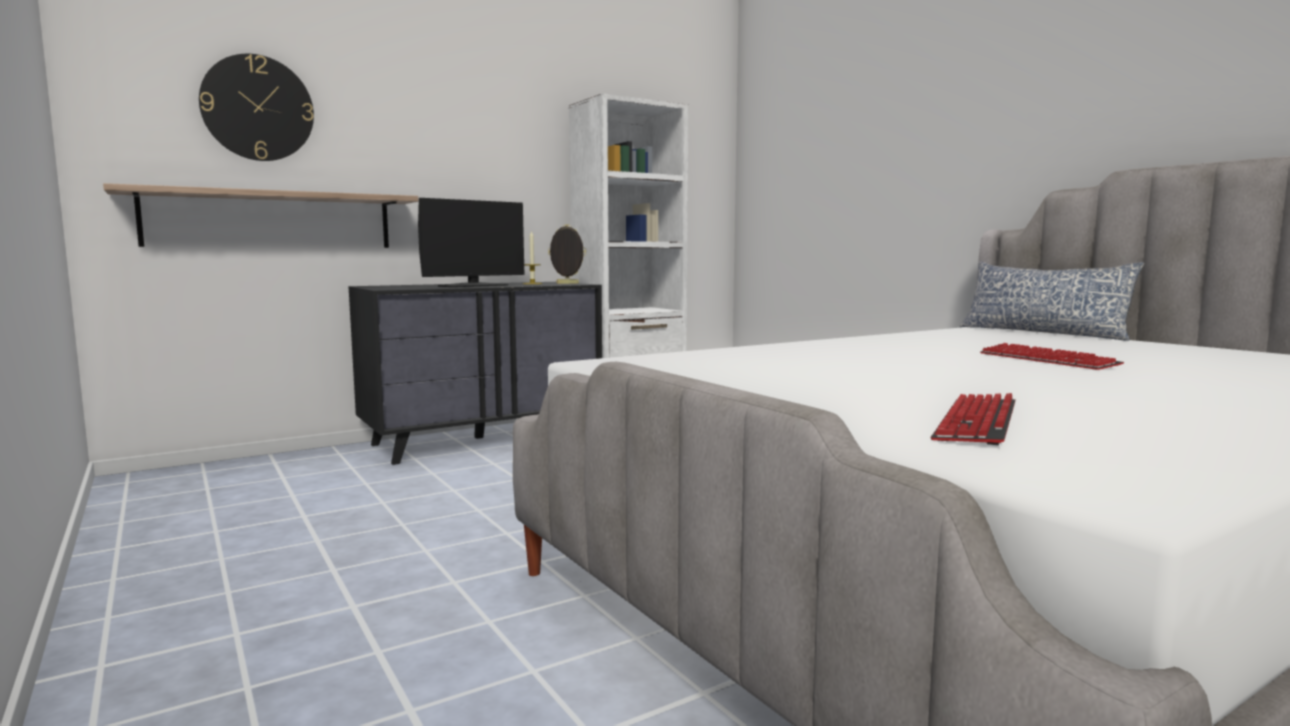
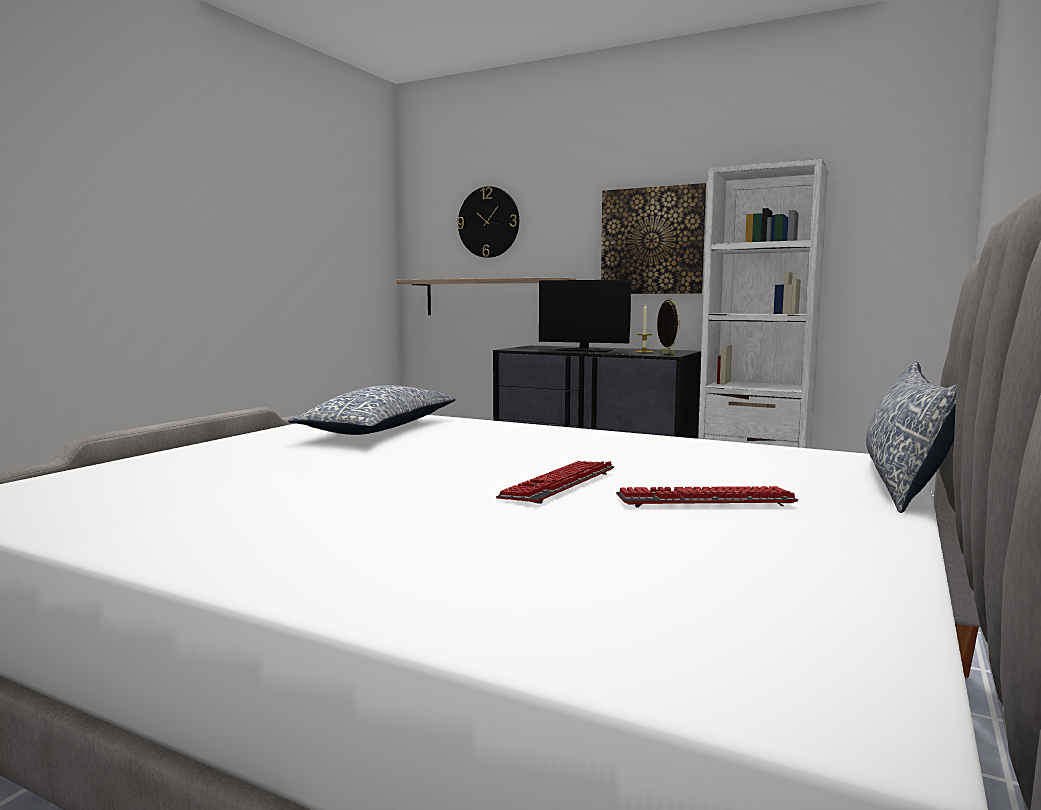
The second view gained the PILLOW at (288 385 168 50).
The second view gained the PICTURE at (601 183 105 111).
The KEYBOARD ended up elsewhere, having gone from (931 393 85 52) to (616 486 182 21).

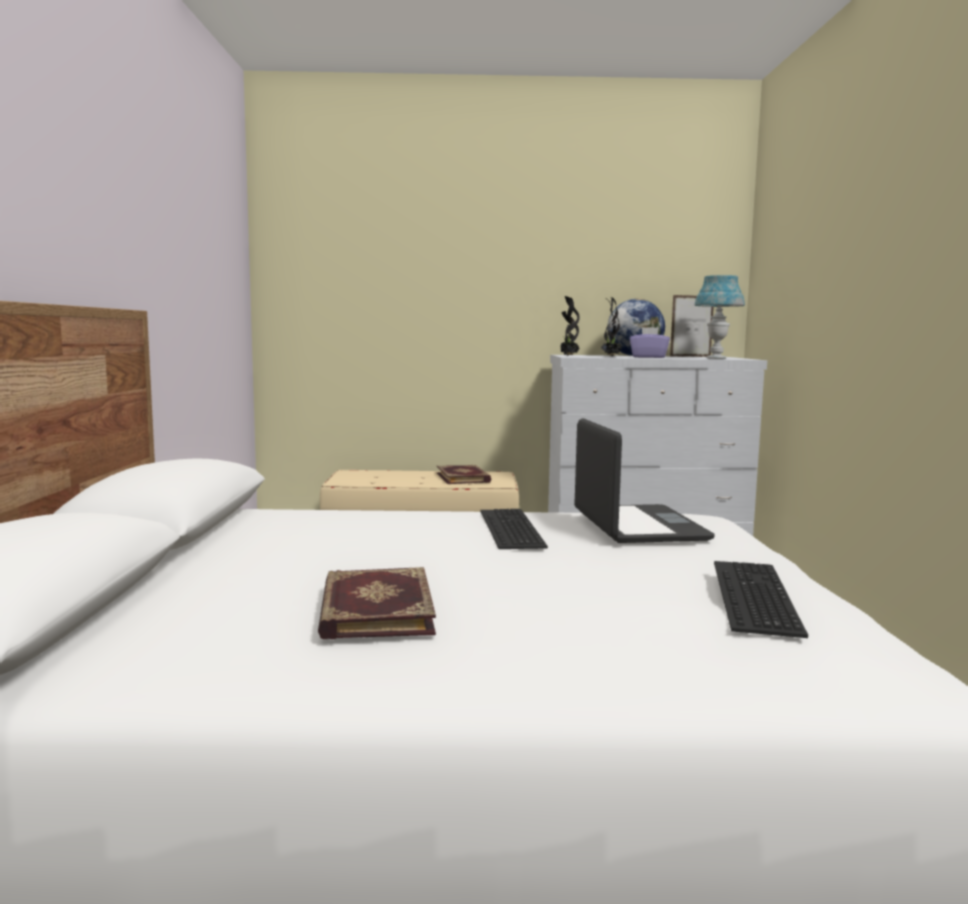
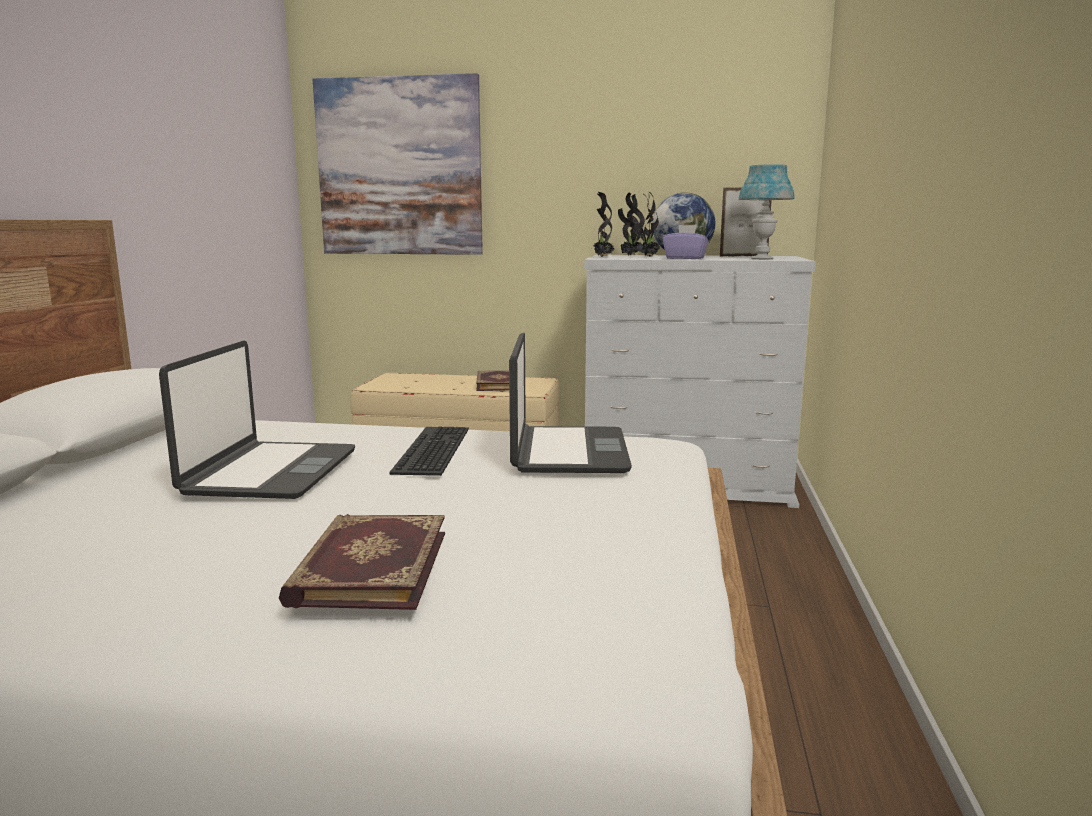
The second view lost the KEYBOARD at (714 561 94 77).
The second view gained the LAPTOP at (159 340 196 159).
The second view gained the PICTURE at (313 73 170 182).
The second view gained the POTTED PLANT at (618 193 27 62).
The BOOK ended up elsewhere, having gone from (318 567 118 73) to (279 514 166 96).

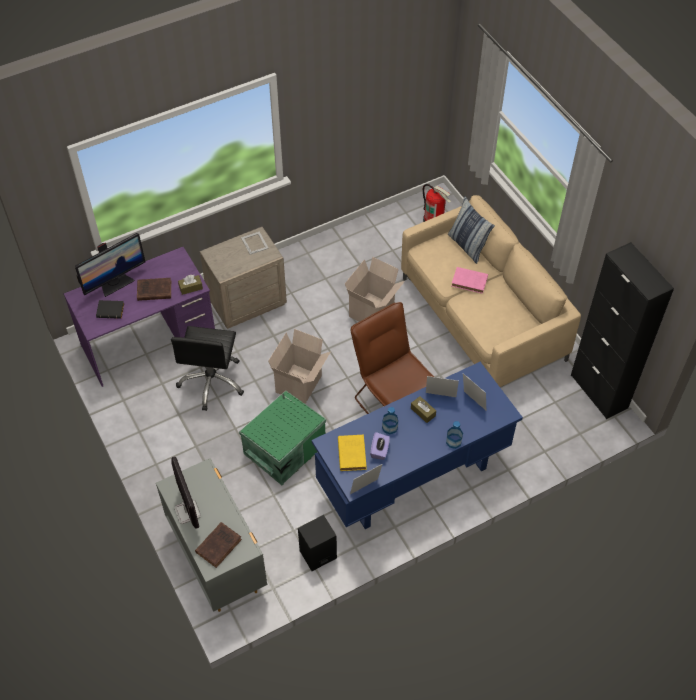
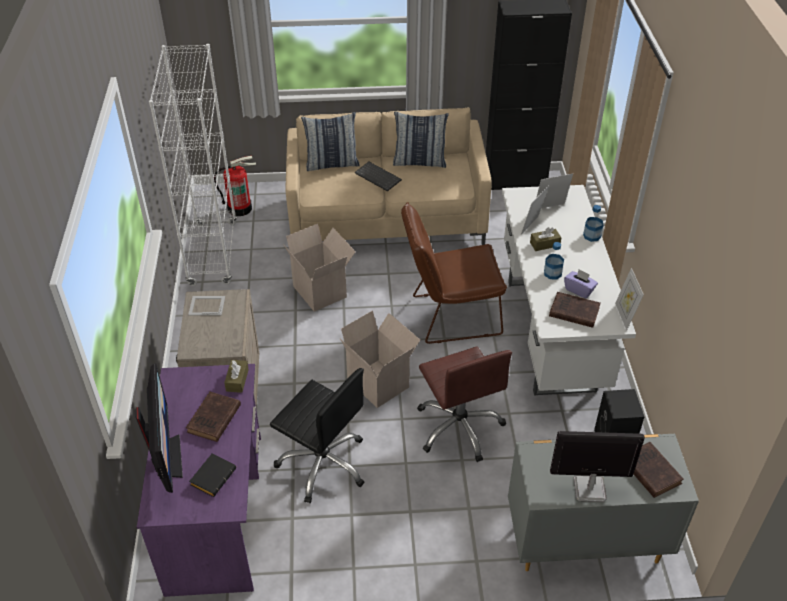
The second view gained the WHITE BOOKCASE at (149 44 88 242).
The second view gained the PILLOW at (393 111 56 57).
Where the GREEN STORAGE BOX stood at (239 390 87 95), the BROWN OFFICE CHAIR came to stand at (417 346 95 116).
Where the PINK BOOK stood at (452 267 36 27), the KEYBOARD came to stand at (355 162 47 29).
What was the BLUE DESK at (312 362 211 167) turned into the WHITE DESK at (502 185 134 211).
What was the YELLOW BOOK at (338 435 29 36) turned into the BROWN BOOK at (549 292 52 36).

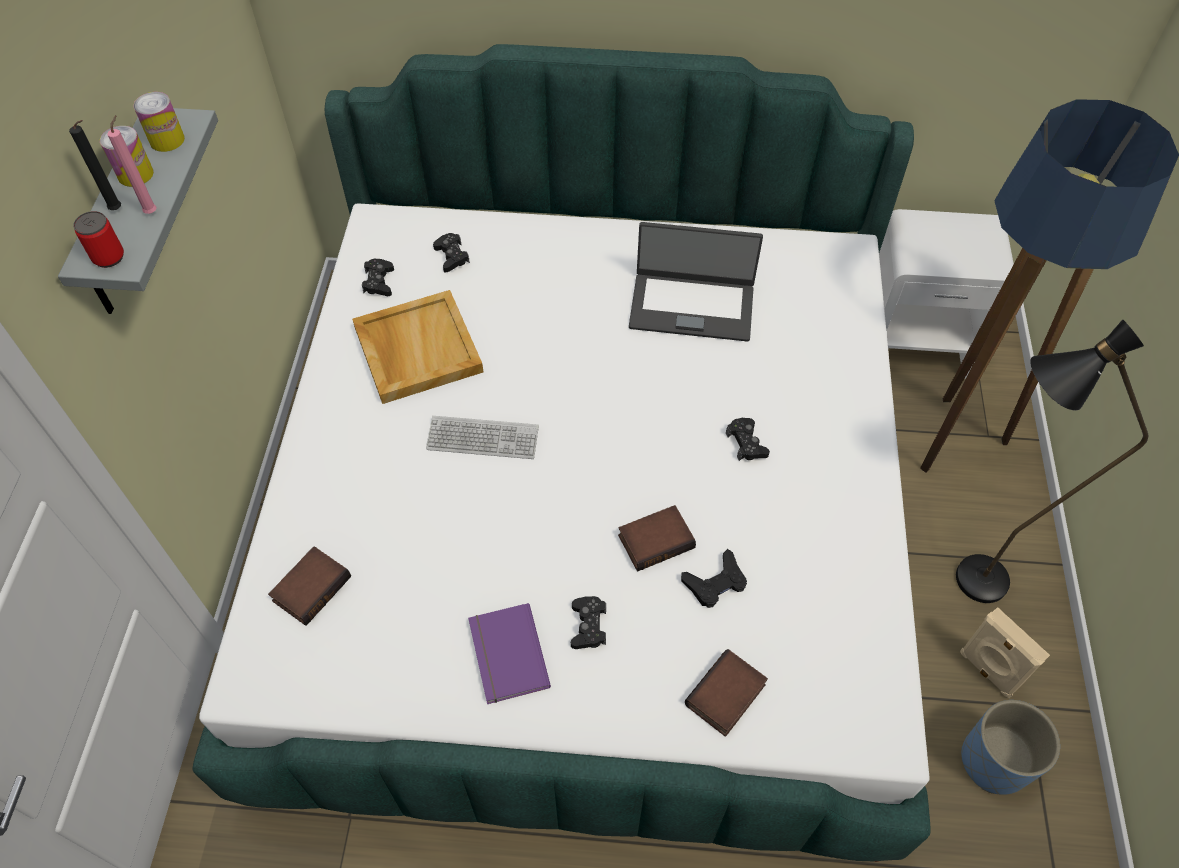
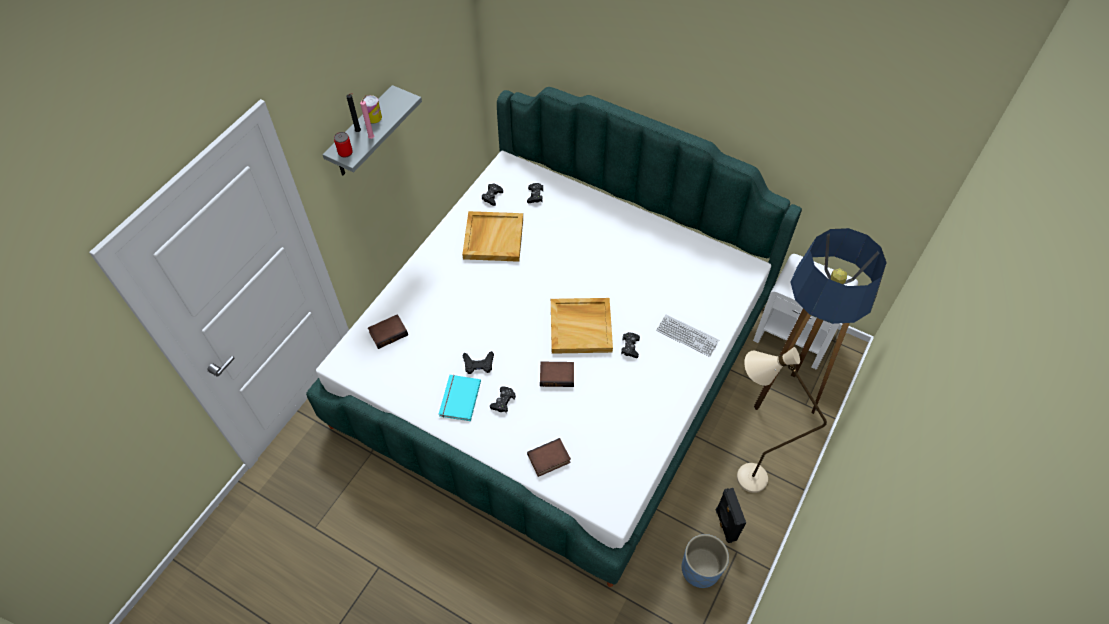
The second view lost the CAN at (134 92 51 60).
The second view lost the LAPTOP at (629 222 134 119).
The second view gained the BEIGE TRAY at (551 298 62 56).
The KEYBOARD ended up elsewhere, having gone from (426 416 113 43) to (656 315 63 42).
The BLACK GAME CONTROLLER ended up elsewhere, having gone from (681 549 66 59) to (463 351 31 23).
What was the PURPLE BOOK at (468 603 83 101) turned into the TURQUOISE BOOK at (439 375 42 46).
What was the BLACK FLOOR LAMP at (956 319 192 284) turned into the BEIGE FLOOR LAMP at (737 347 90 146).
What was the BEIGE SPEAKER at (960 607 90 91) turned into the BLACK SPEAKER at (716 488 30 55).

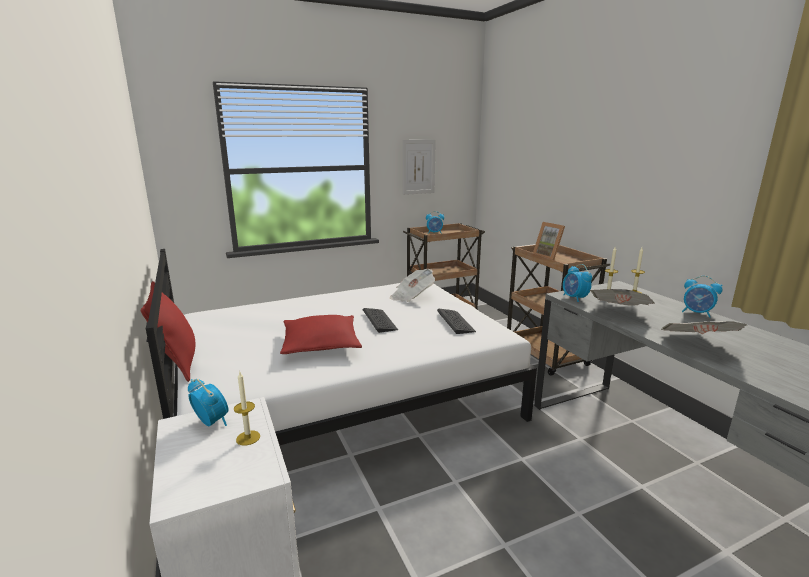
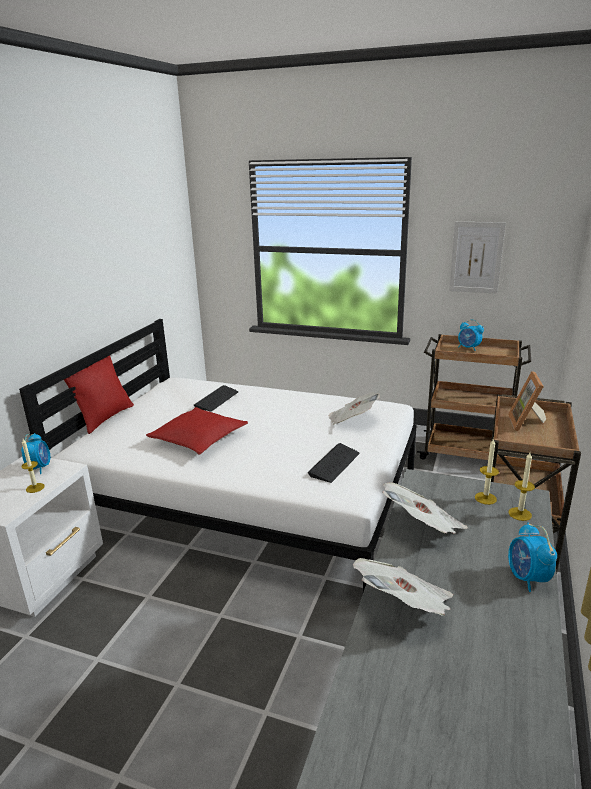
The second view lost the ALARM CLOCK at (563 264 29 38).
The KEYBOARD ended up elsewhere, having gone from (363 308 35 25) to (194 385 44 26).

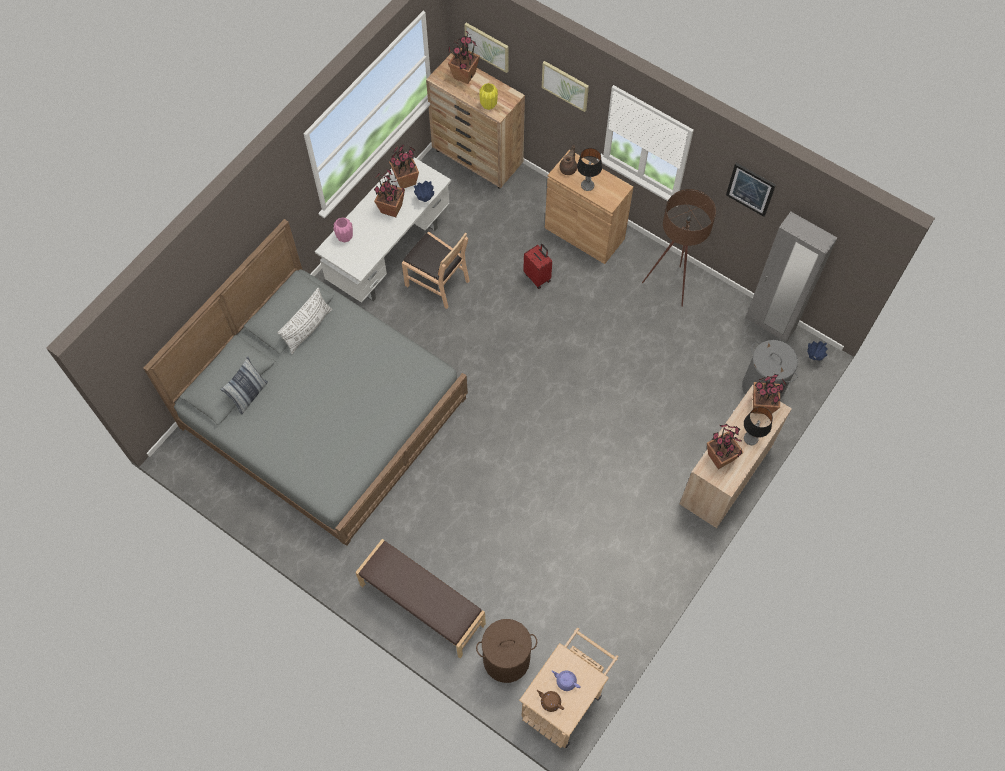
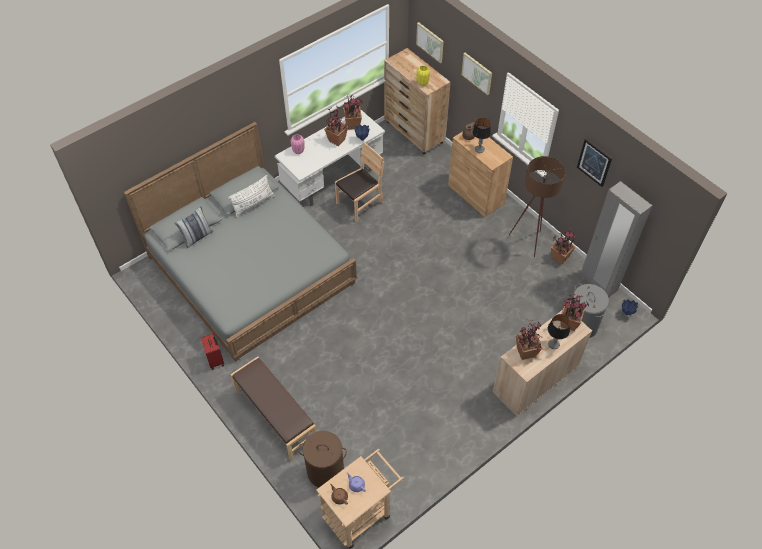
The POTTED PLANT ended up elsewhere, having gone from (448 31 32 53) to (551 228 25 37).
The RED SUITCASE ended up elsewhere, having gone from (523 244 29 45) to (201 333 23 37).
The BROWN CHAIR at (402 231 68 78) ended up facing another way, 90 degrees counterclockwise from before.

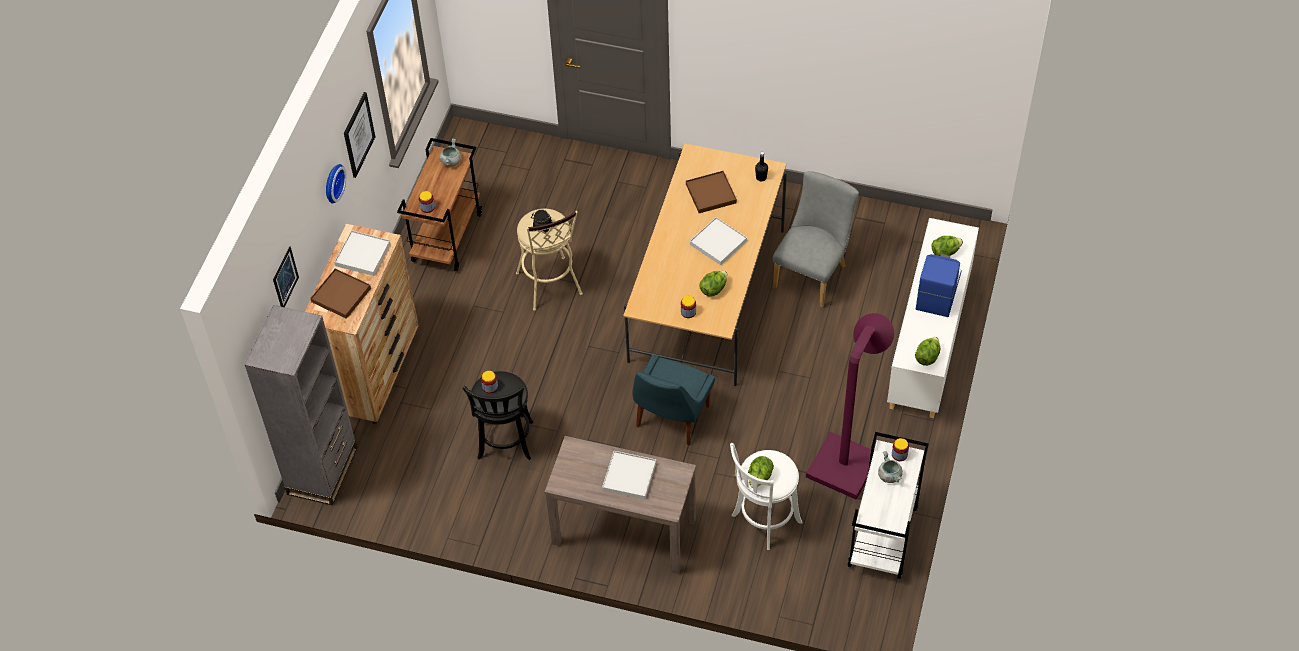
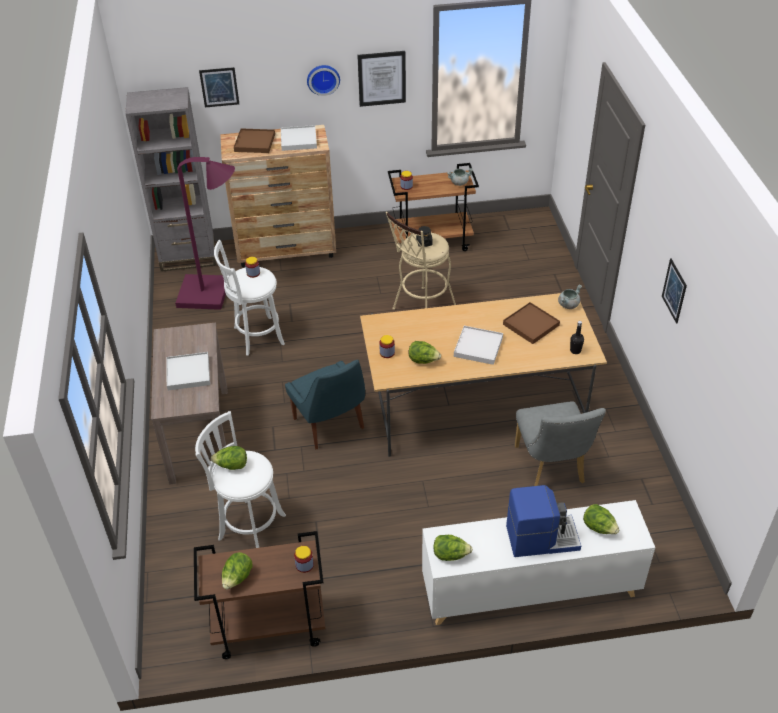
The second view gained the LETTUCE at (222 552 31 37).
The second view gained the PICTURE at (662 259 25 64).
The PURPLE FLOOR LAMP ended up elsewhere, having gone from (806 313 88 186) to (175 157 60 153).
The GREY COOKING POT ended up elsewhere, having gone from (878 451 25 32) to (558 284 24 25).
What was the BLACK STOOL at (463 371 71 89) turned into the WHITE STOOL at (214 240 71 116).
What was the WHITE CART at (848 432 81 147) turned into the BROWN CART at (194 531 131 128).
The BLUE CHAIR at (632 355 83 90) ended up facing another way, 120 degrees counterclockwise from before.
The GREY CHAIR at (773 171 86 137) ended up facing another way, 75 degrees clockwise from before.

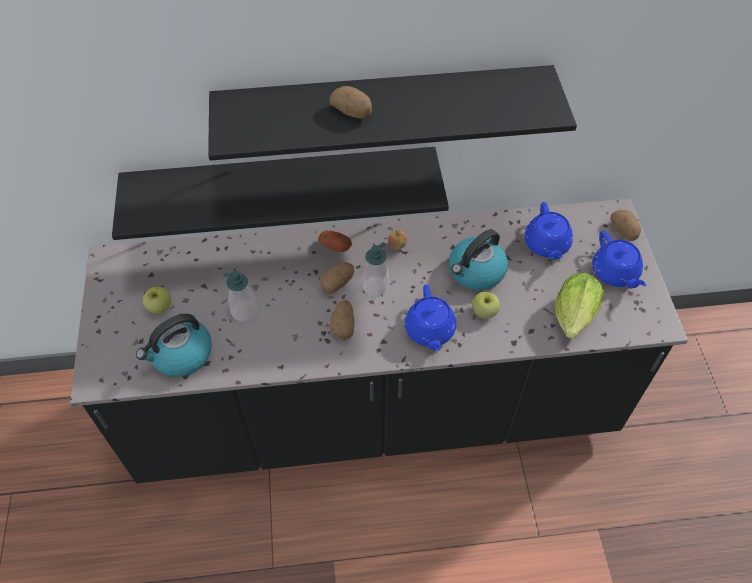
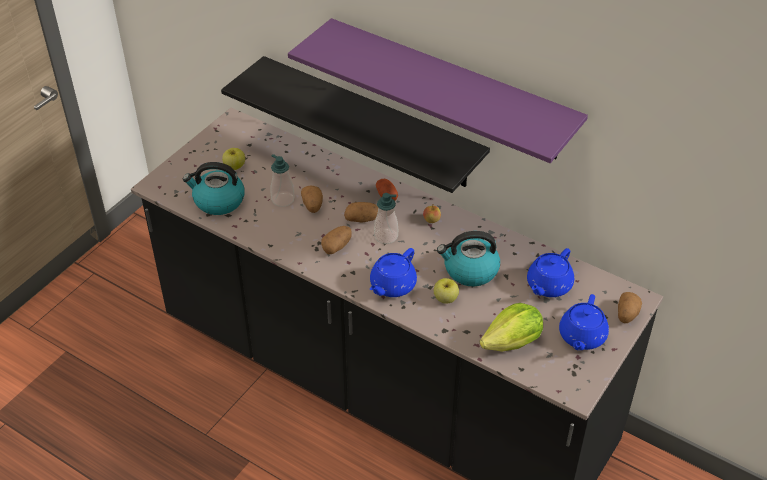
The POTATO ended up elsewhere, having gone from (329 86 43 33) to (301 185 22 28).
What was the BLACK SHELF at (208 65 369 96) turned into the PURPLE SHELF at (288 18 300 145).

